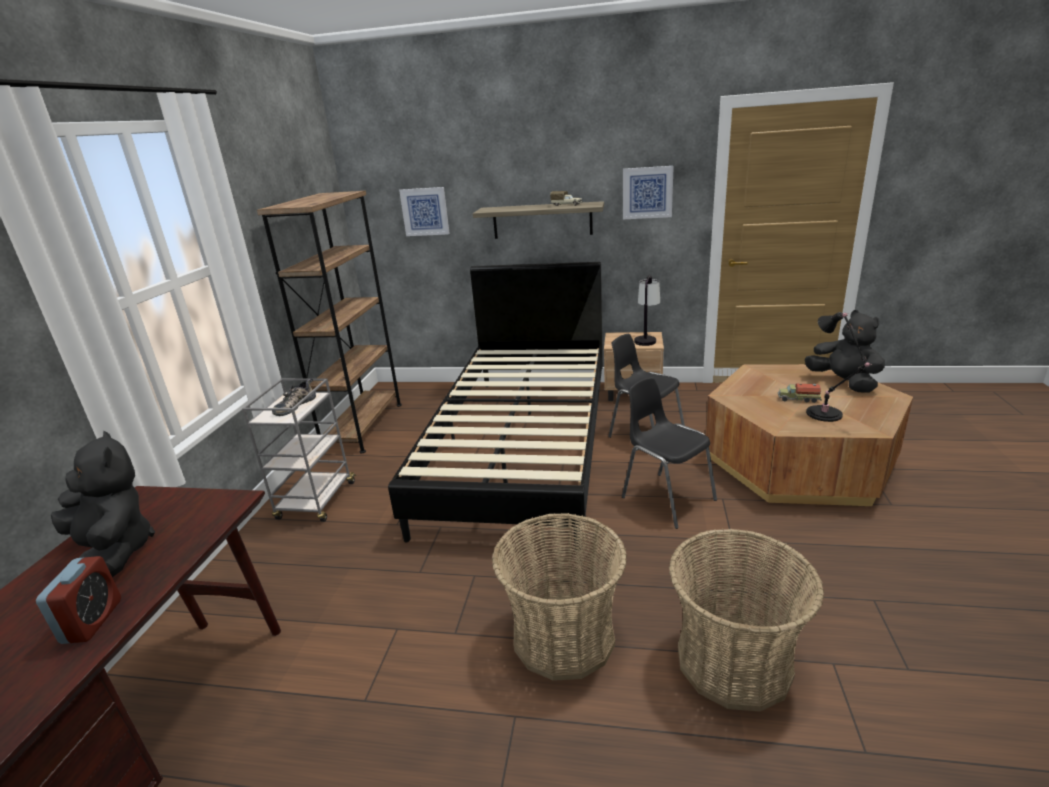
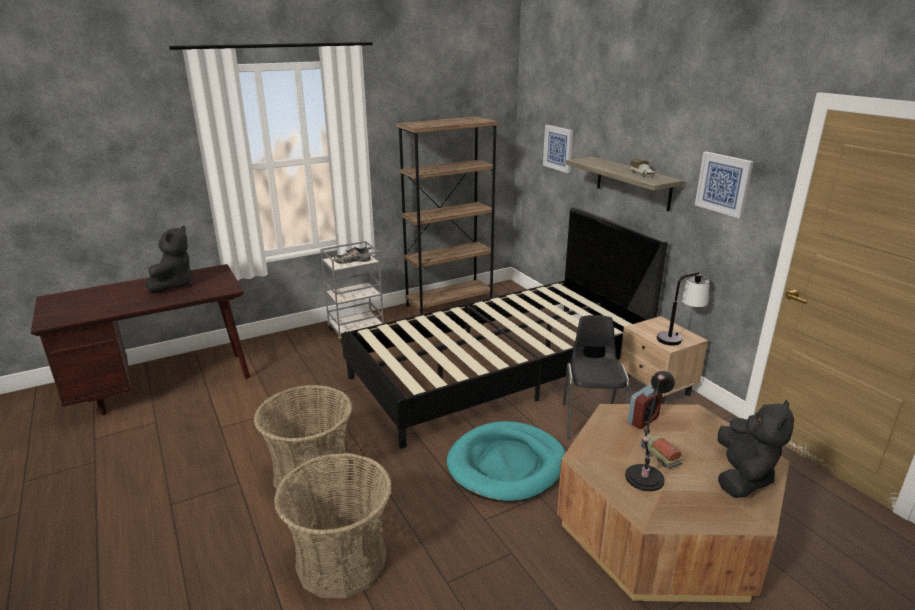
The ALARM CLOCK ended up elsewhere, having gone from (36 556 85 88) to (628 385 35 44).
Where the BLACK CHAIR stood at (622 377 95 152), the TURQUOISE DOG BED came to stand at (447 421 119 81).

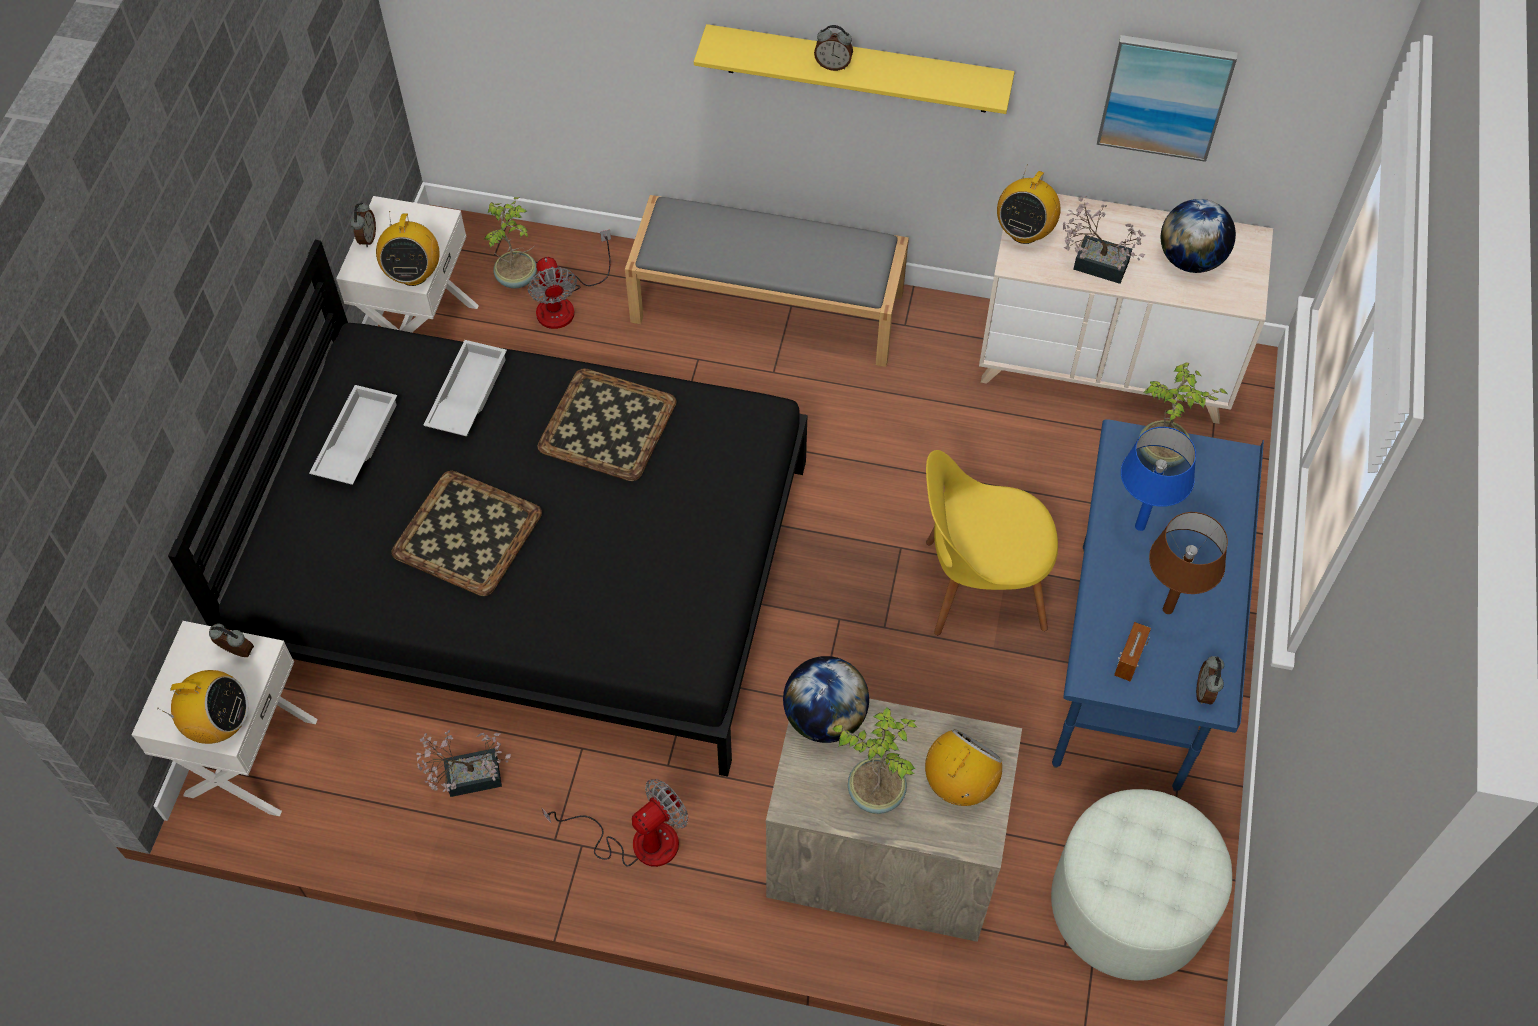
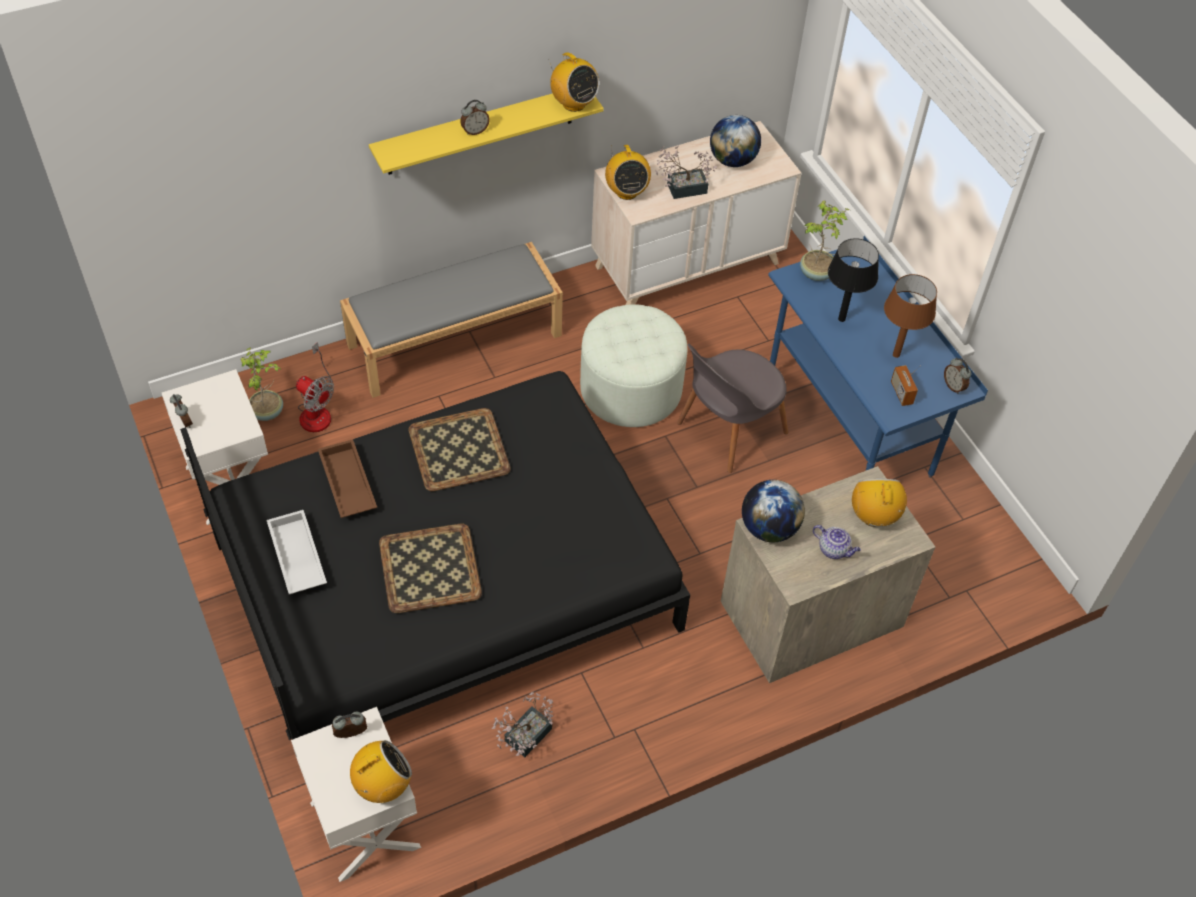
The second view lost the FAN at (542 779 146 88).
The second view lost the PICTURE at (1097 35 141 127).
The RADIO ended up elsewhere, having gone from (376 211 64 75) to (550 53 49 59).
The WHITE OTTOMAN ended up elsewhere, having gone from (1051 789 181 192) to (580 304 107 123).
Where the POTTED PLANT stood at (833 707 84 107), the TEAPOT came to stand at (813 525 48 34).
What was the WHITE TRAY at (424 340 83 96) turned into the BROWN TRAY at (318 439 59 79).
What was the YELLOW CHAIR at (926 450 132 185) turned into the GREY CHAIR at (677 343 112 130).
What was the BLUE TABLE LAMP at (1121 427 75 104) turned into the BLACK TABLE LAMP at (828 238 51 84).

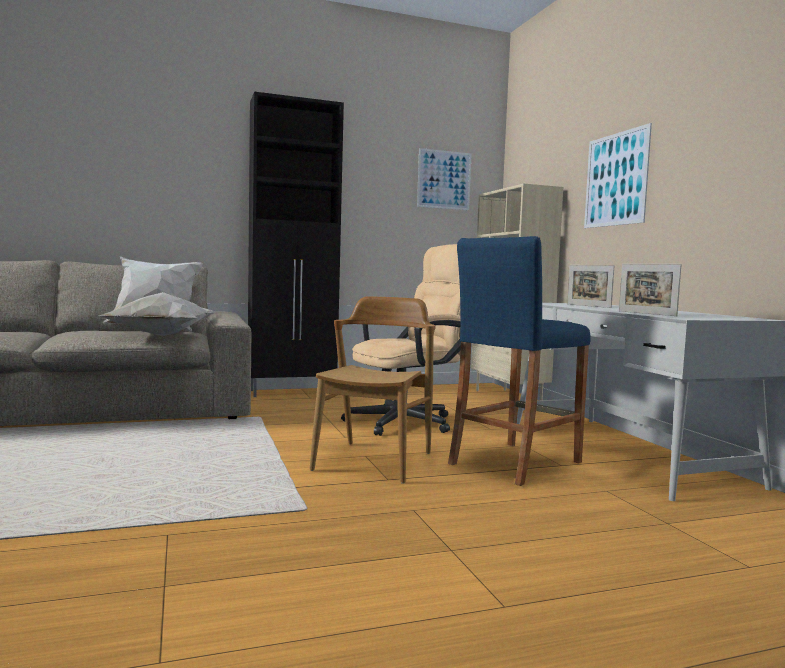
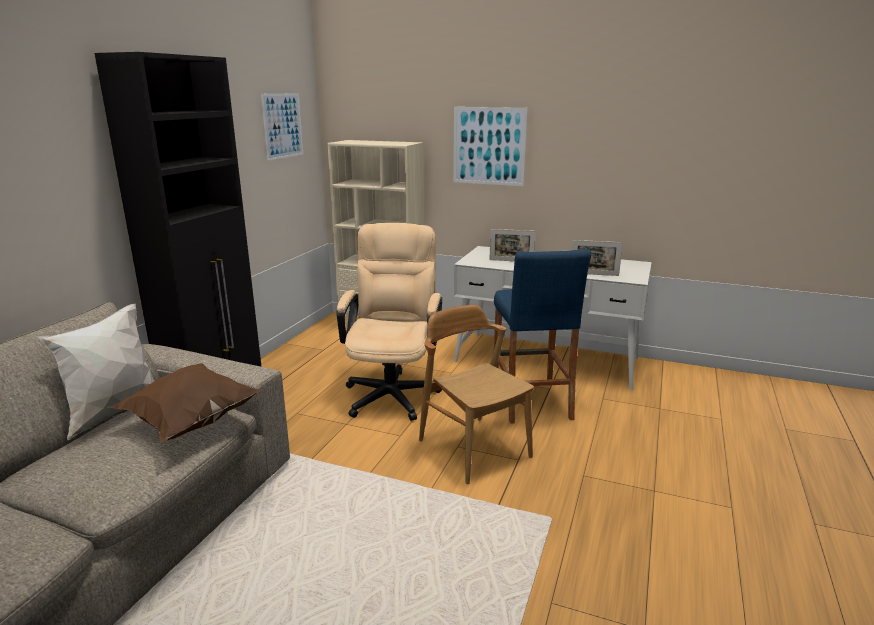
What was the WHITE PILLOW at (99 292 116 44) turned into the BROWN PILLOW at (107 363 156 80).

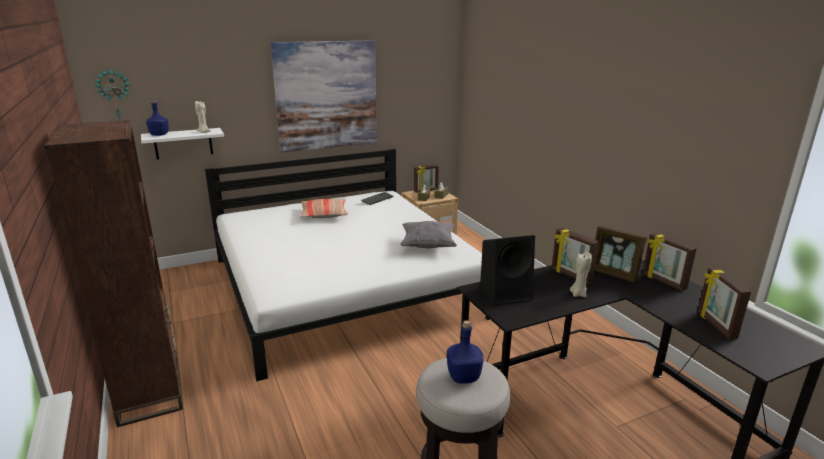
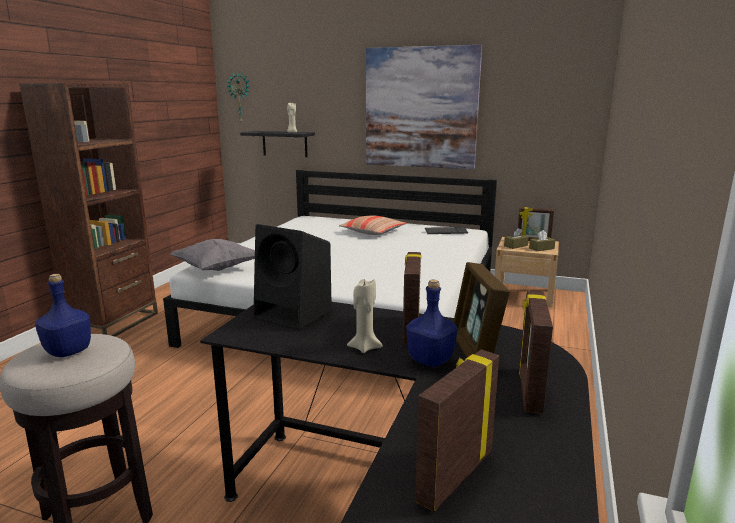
The BLUE BOTTLE ended up elsewhere, having gone from (146 100 23 36) to (406 280 51 87).
The GREY PILLOW ended up elsewhere, having gone from (400 221 57 28) to (171 239 84 32).
What was the WHITE SHELF at (141 128 83 32) turned into the BLACK SHELF at (240 131 75 26).

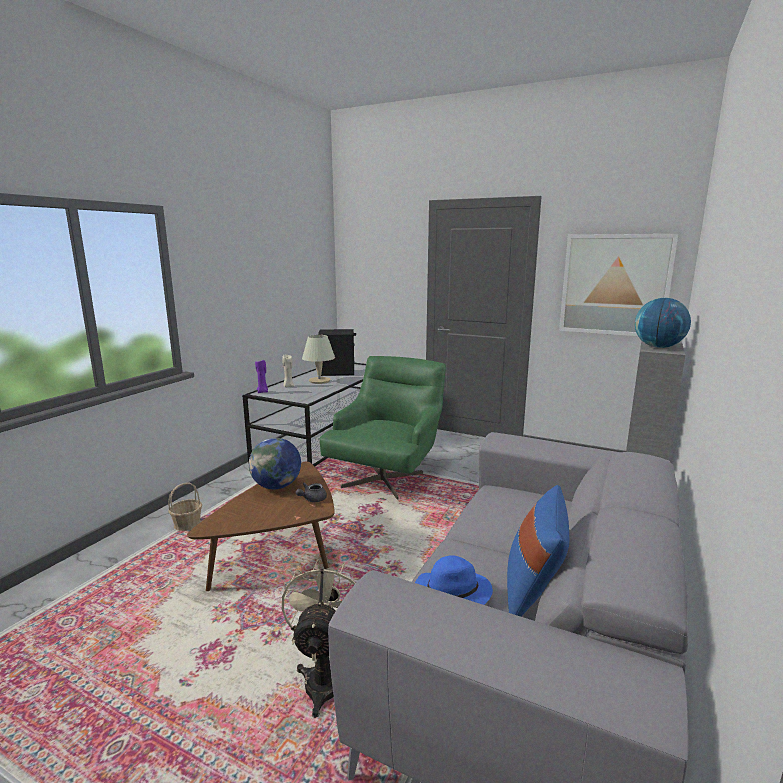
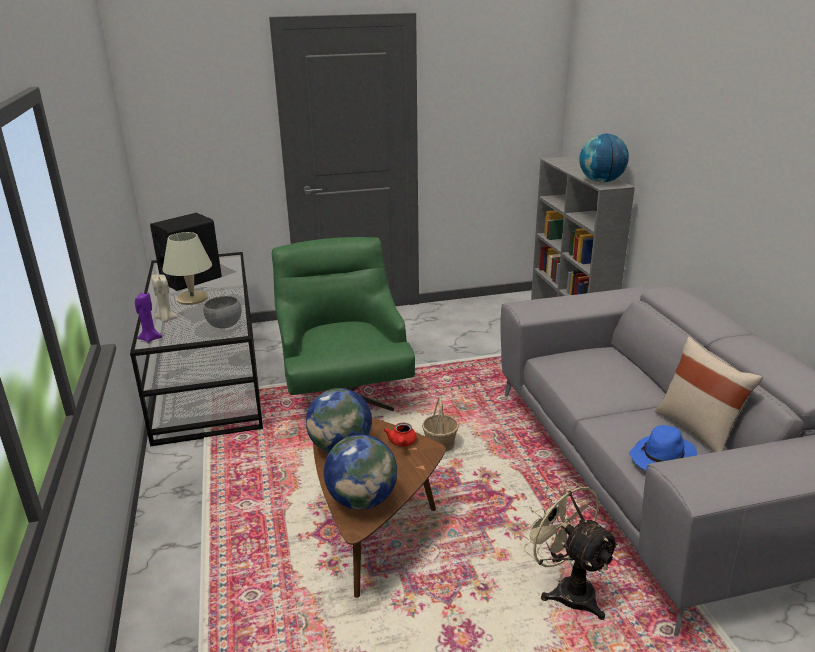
The second view lost the PICTURE at (559 234 119 102).
The second view gained the GREY BOWL at (203 296 39 32).
The second view gained the GLOBE at (324 434 73 76).
The BASKET ended up elsewhere, having gone from (168 482 34 49) to (422 396 37 56).
What was the GREY TEAPOT at (296 483 31 19) turned into the RED TEAPOT at (384 423 33 24).
What was the BLUE PILLOW at (507 485 62 132) turned into the BEIGE PILLOW at (655 336 108 116).

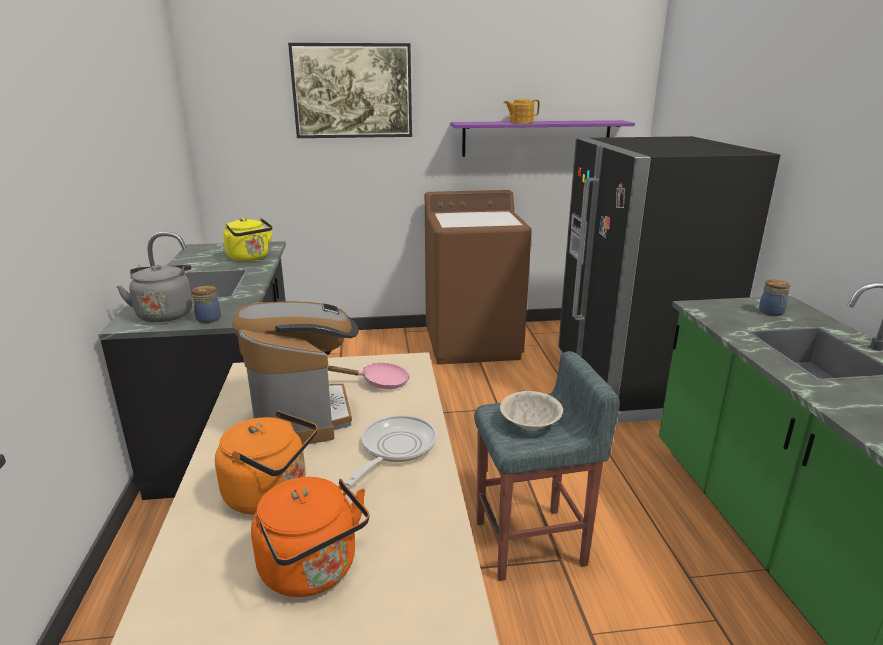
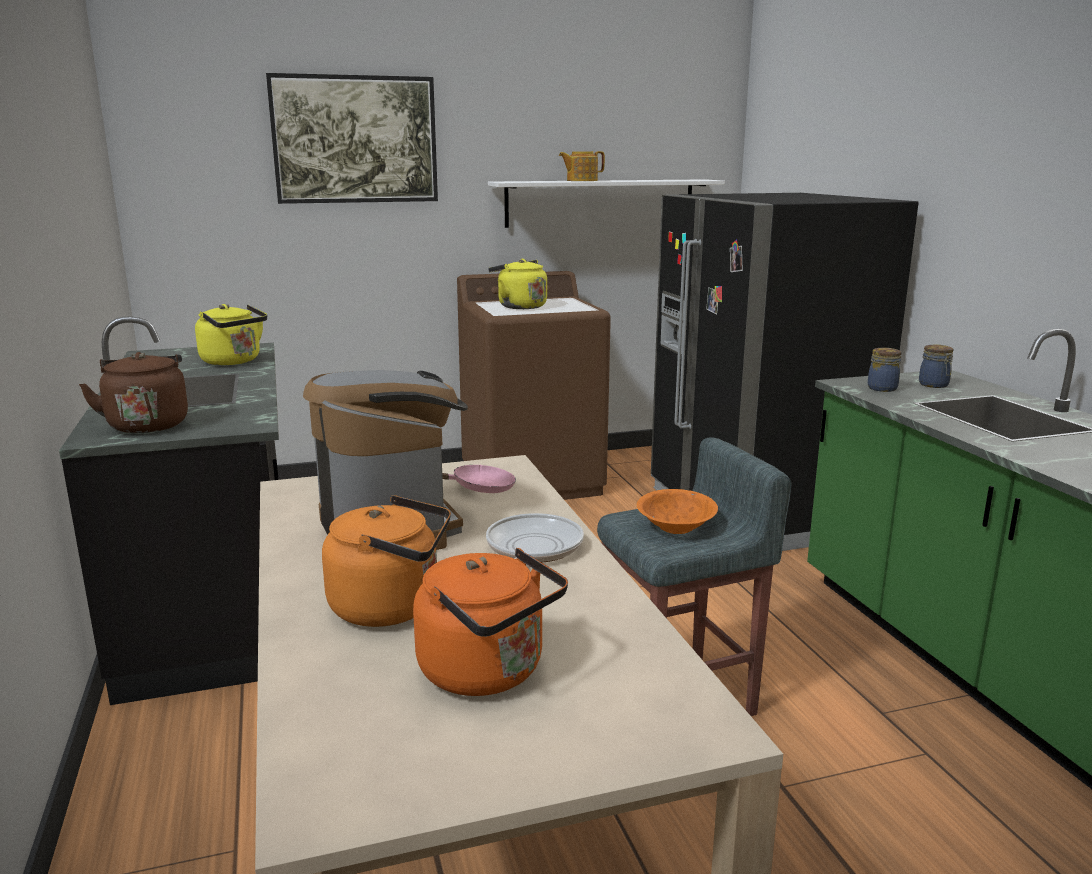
The second view gained the YELLOW KETTLE at (488 259 59 50).
The JAR ended up elsewhere, having gone from (192 286 29 37) to (868 348 34 44).
What was the GREY KETTLE at (116 265 76 57) turned into the BROWN KETTLE at (79 352 109 81).
What was the PURPLE SHELF at (450 120 185 37) turned into the WHITE SHELF at (488 179 237 49).
What was the BEIGE BOWL at (500 391 63 39) turned into the ORANGE BOWL at (637 489 81 45).

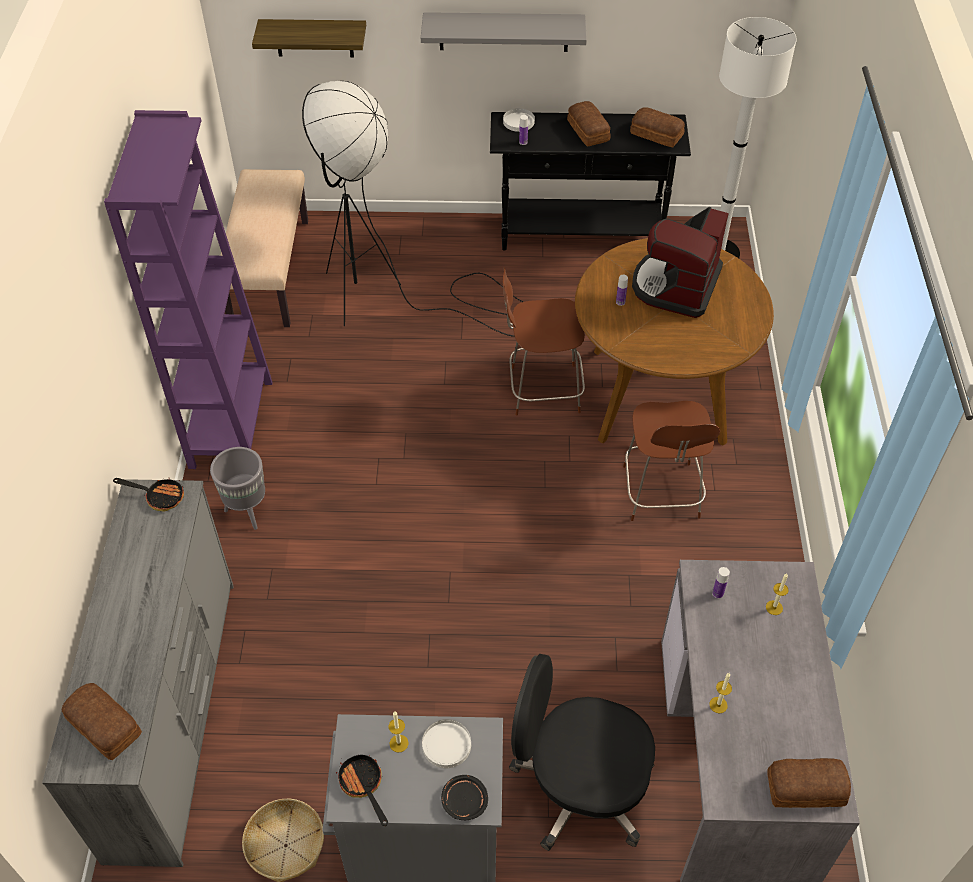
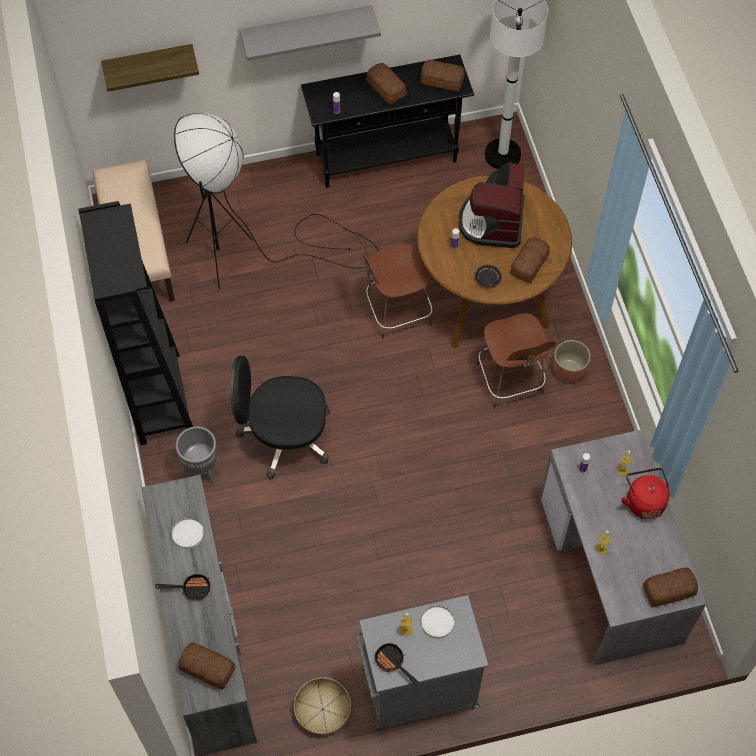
The second view gained the BREAD at (510 237 40 46).
The second view gained the PLANTER at (553 340 38 43).
The second view gained the RED KETTLE at (621 468 49 51).
The FRYING PAN ended up elsewhere, having gone from (113 478 71 33) to (155 573 56 28).
The BLACK PLATE ended up elsewhere, having gone from (441 775 47 45) to (475 265 27 23).
The WHITE PLATE ended up elsewhere, having gone from (503 108 32 24) to (172 518 32 31).
The BLACK OFFICE CHAIR ended up elsewhere, having gone from (509 654 146 197) to (230 356 100 123).
What was the PURPLE BOOKCASE at (104 110 169 359) turned into the BLACK BOOKCASE at (78 201 115 244).

